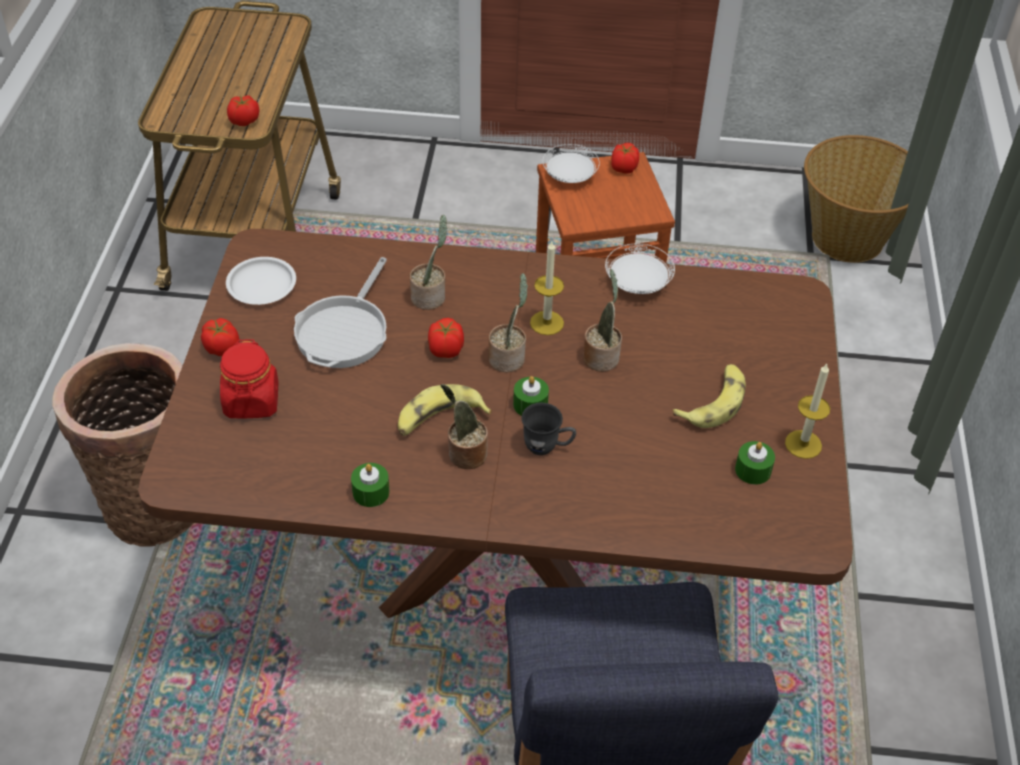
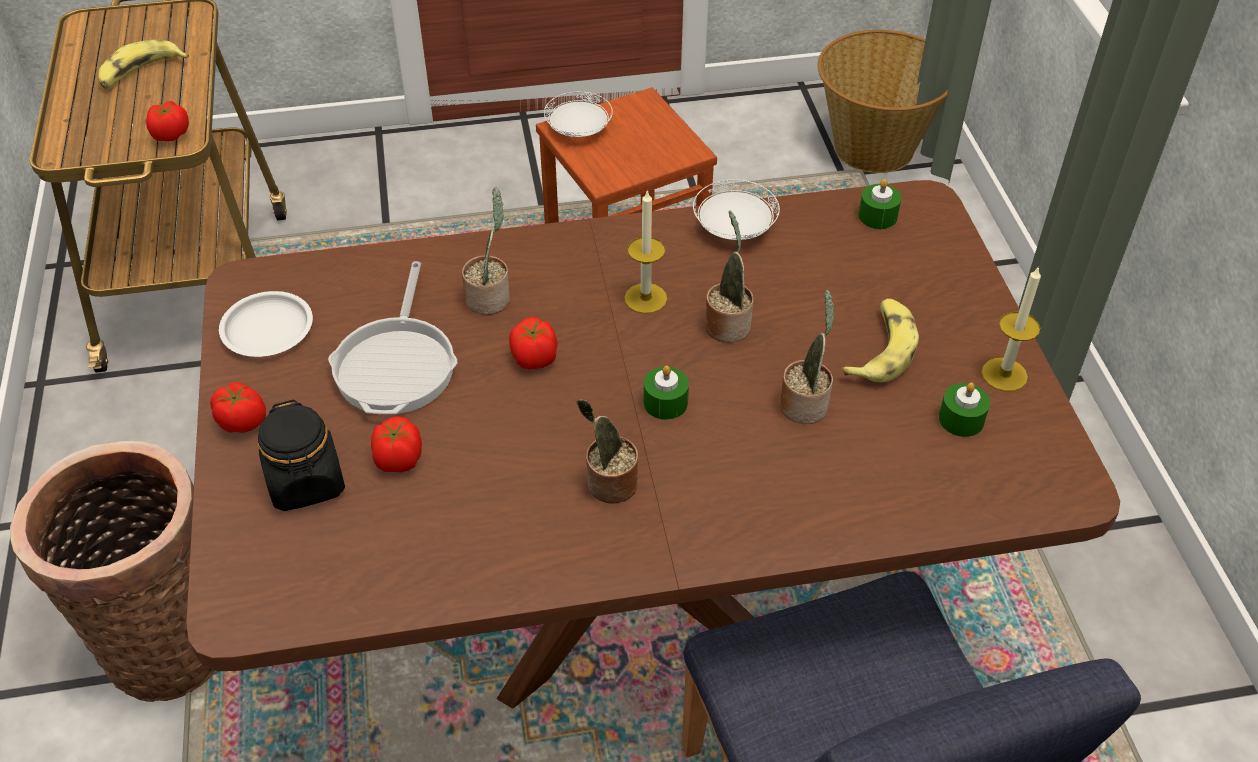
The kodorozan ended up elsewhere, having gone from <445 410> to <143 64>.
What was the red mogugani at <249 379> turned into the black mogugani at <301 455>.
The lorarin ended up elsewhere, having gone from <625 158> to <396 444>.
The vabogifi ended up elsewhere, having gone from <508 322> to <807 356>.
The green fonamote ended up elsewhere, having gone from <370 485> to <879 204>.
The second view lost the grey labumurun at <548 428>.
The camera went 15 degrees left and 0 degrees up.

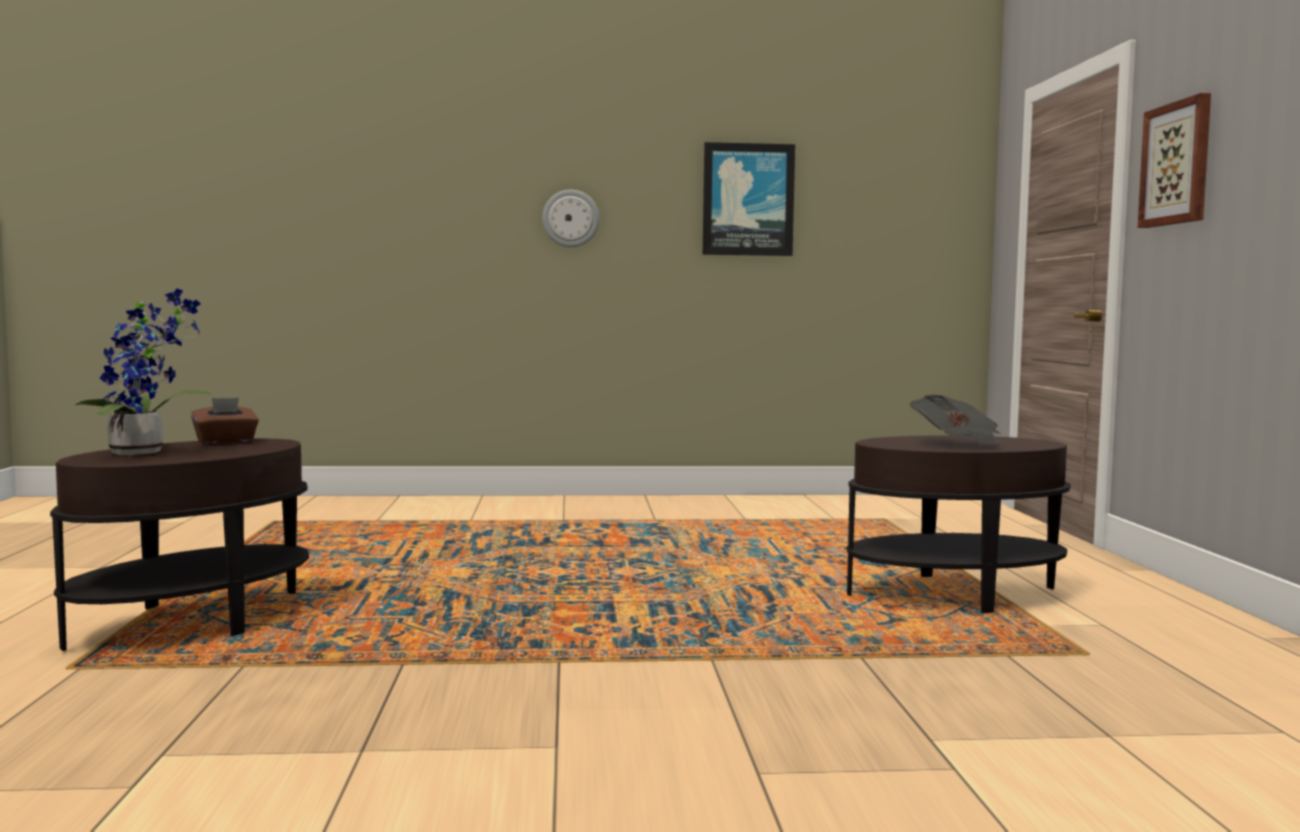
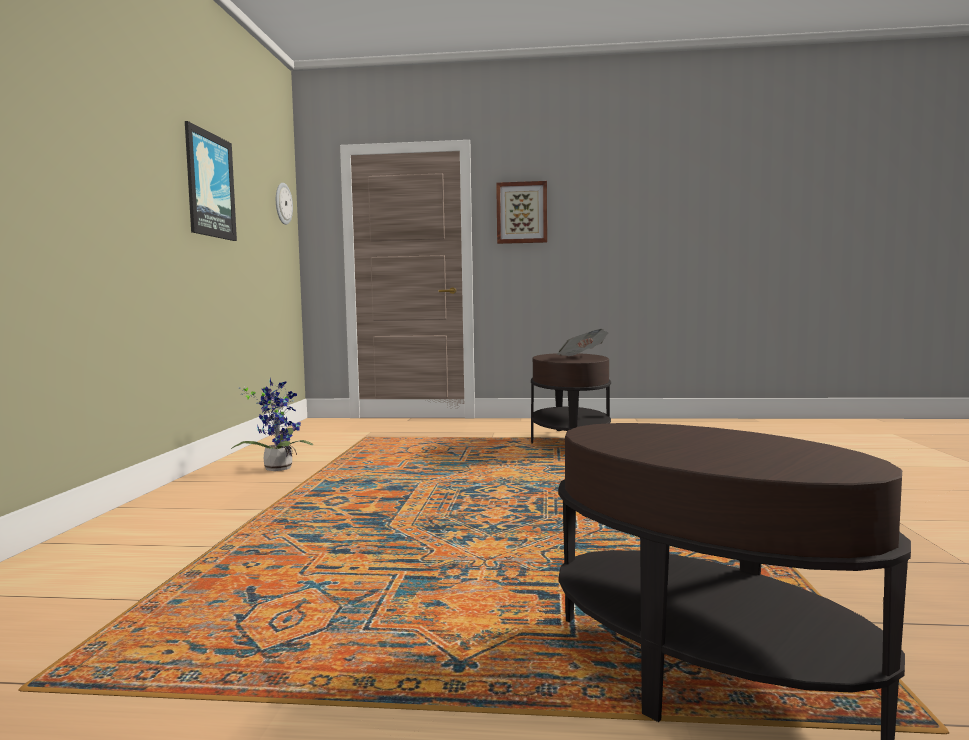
The vabogifi ended up elsewhere, having gone from <144 372> to <272 424>.
The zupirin ended up elsewhere, having gone from <570 218> to <284 204>.
The second view lost the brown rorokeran at <225 421>.
The camera went 80 degrees left and 0 degrees up.

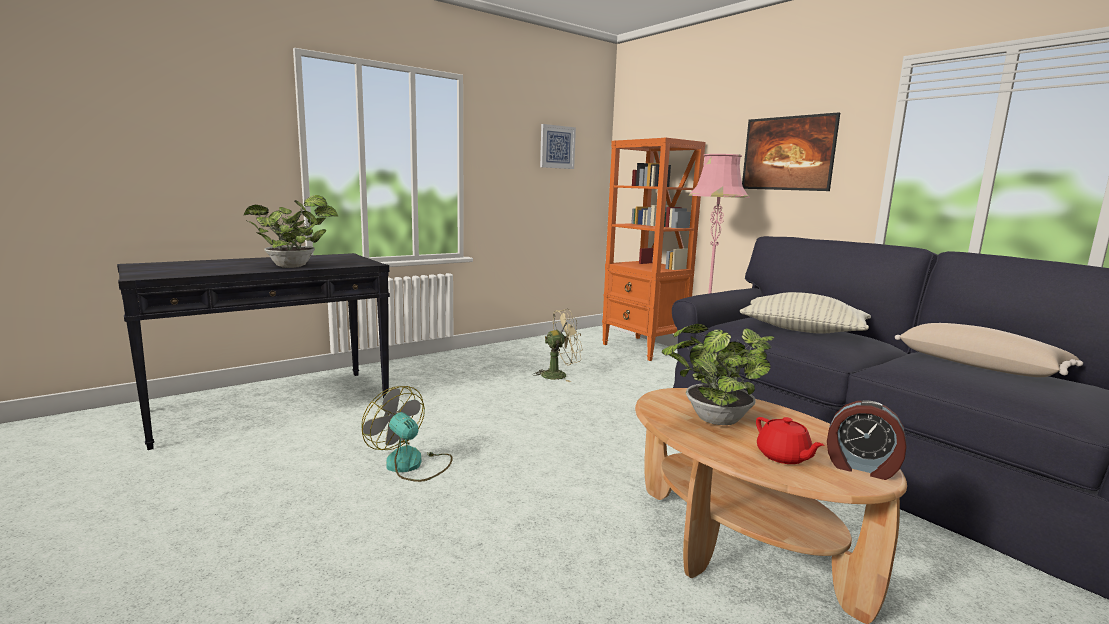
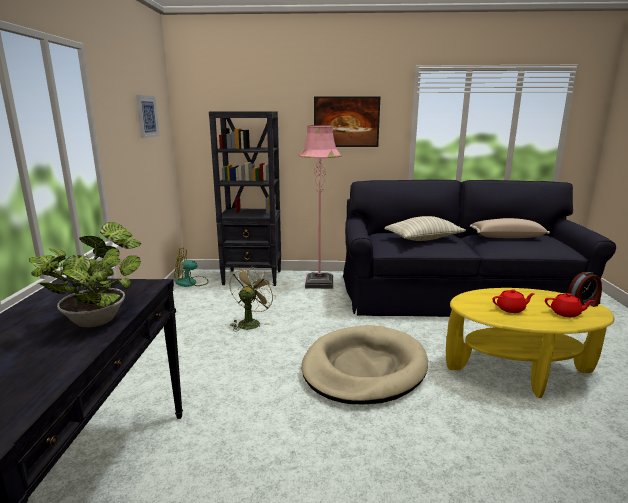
The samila ended up elsewhere, having gone from <407 434> to <191 267>.
What was the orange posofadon at <654 249> turned into the black posofadon at <245 198>.
The second view gained the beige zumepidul at <365 364>.
What was the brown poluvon at <771 506> turned into the yellow poluvon at <530 343>.
Where the vabogifi stood at <718 374>, the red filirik came to stand at <513 301>.
The camera went 50 degrees left and 5 degrees up.

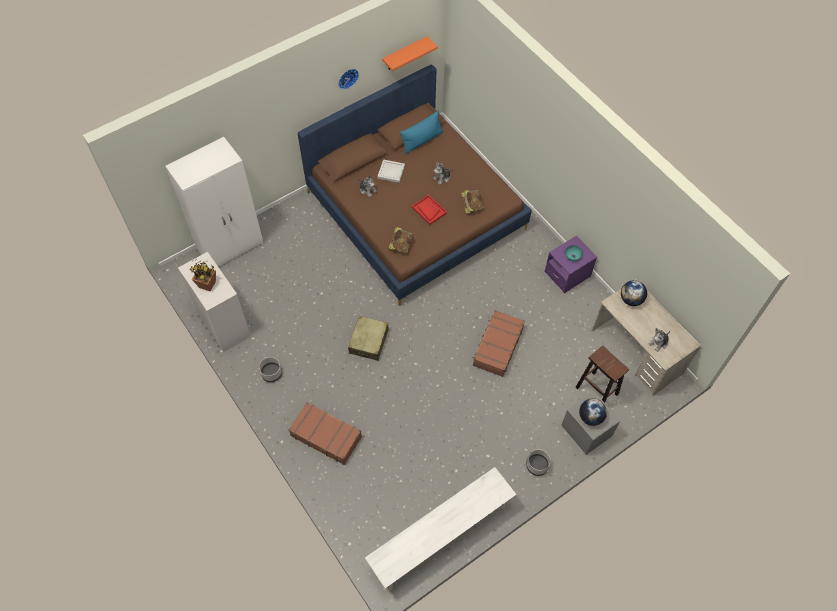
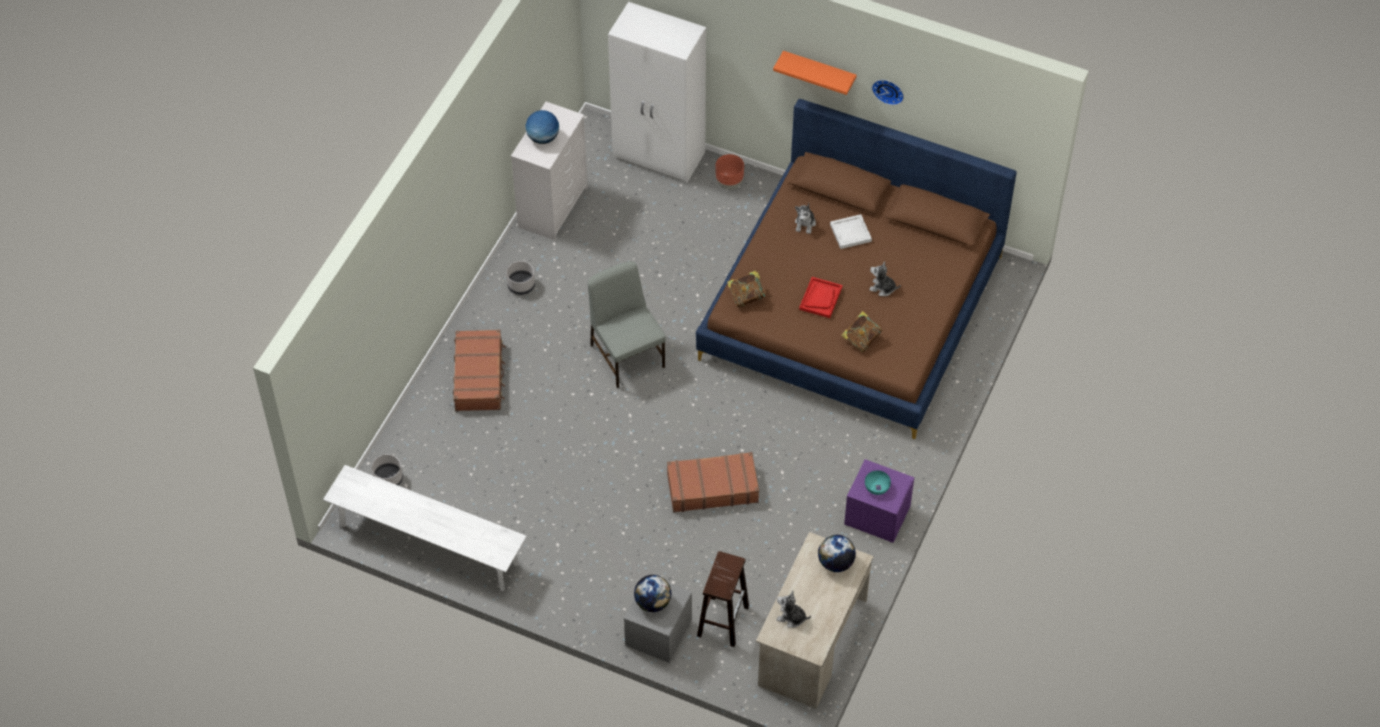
The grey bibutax ended up elsewhere, having gone from <539 462> to <387 470>.
Where the vabogifi stood at <203 275>, the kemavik came to stand at <542 127>.
Where the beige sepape stood at <368 338>, the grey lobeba came to stand at <627 324>.
The second view gained the brown bibutax at <730 172>.
The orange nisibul ended up elsewhere, having gone from <410 53> to <815 73>.
The second view lost the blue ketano at <421 132>.
The camera went 60 degrees right and 5 degrees down.

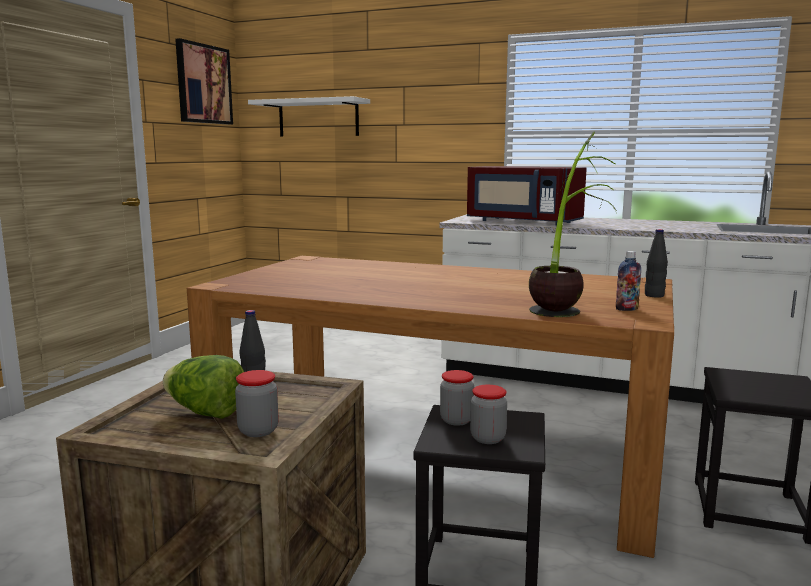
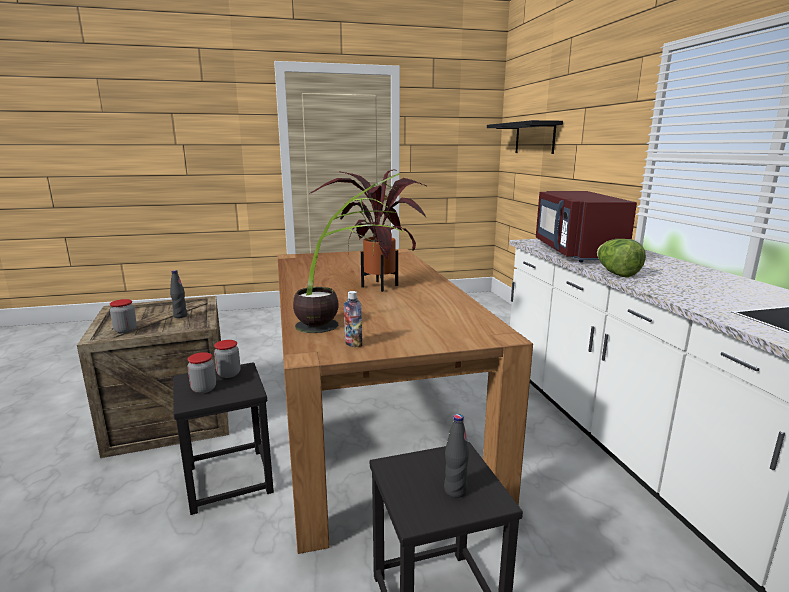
The second view gained the vabogifi at <368 231>.
The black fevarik ended up elsewhere, having gone from <656 263> to <456 456>.
What was the white nisibul at <309 116> turned into the black nisibul at <525 137>.
The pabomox ended up elsewhere, having gone from <203 387> to <621 258>.
The second view lost the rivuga at <204 81>.
The camera went 55 degrees right and 5 degrees up.

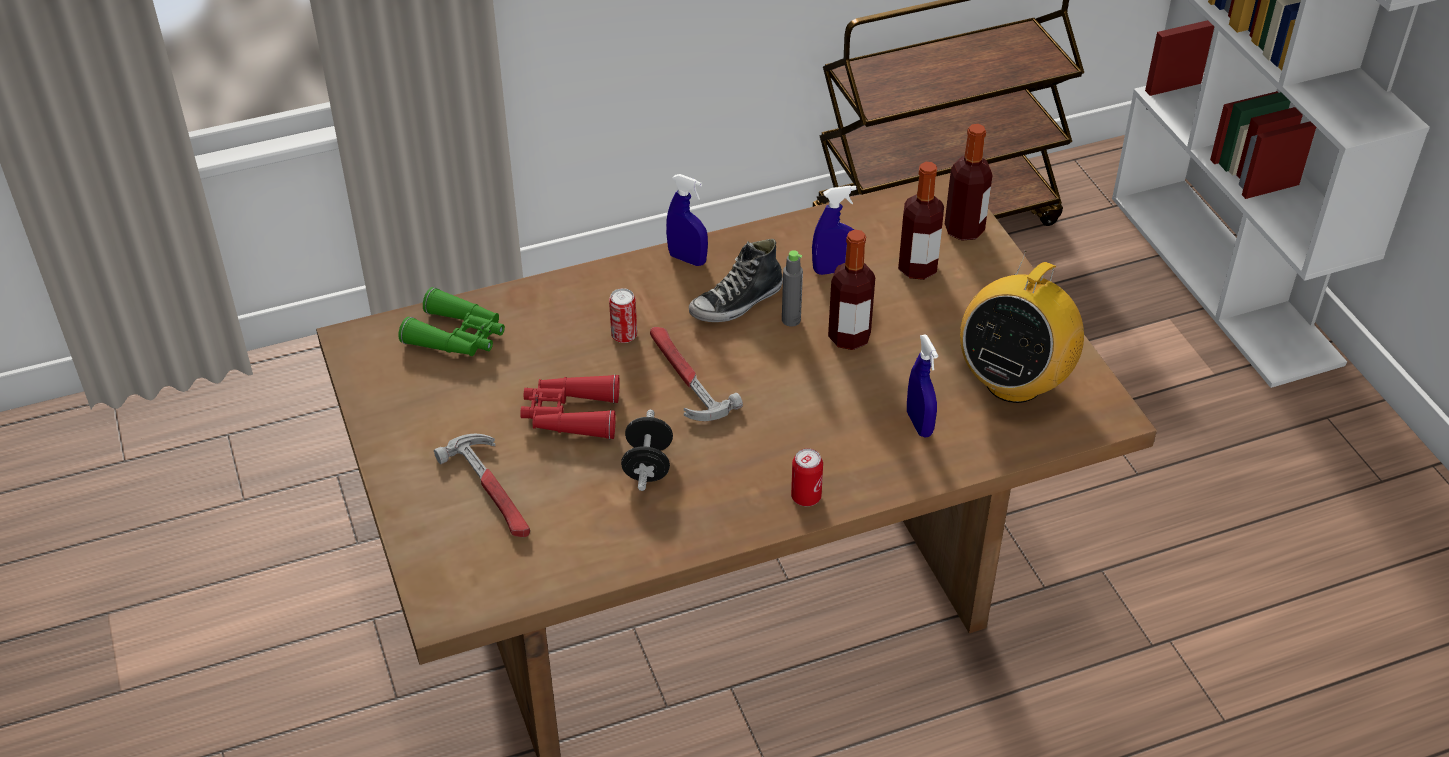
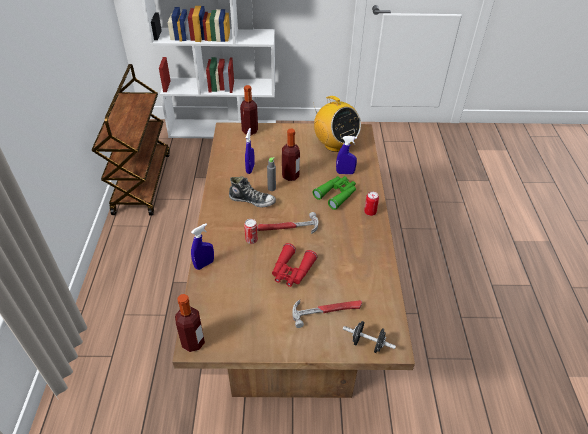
The fevarik ended up elsewhere, having gone from <921 221> to <190 323>.
The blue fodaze ended up elsewhere, having gone from <687 220> to <202 246>.
The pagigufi at <736 280> ended up facing another way, 60 degrees counterclockwise from before.
The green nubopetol ended up elsewhere, having gone from <451 321> to <334 193>.
The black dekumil ended up elsewhere, having gone from <647 450> to <369 337>.
The camera went 70 degrees left and 0 degrees up.

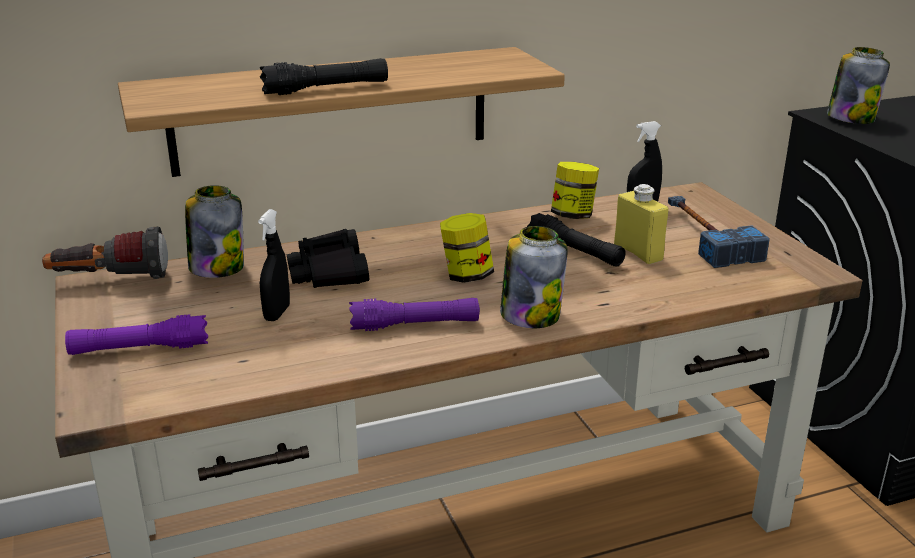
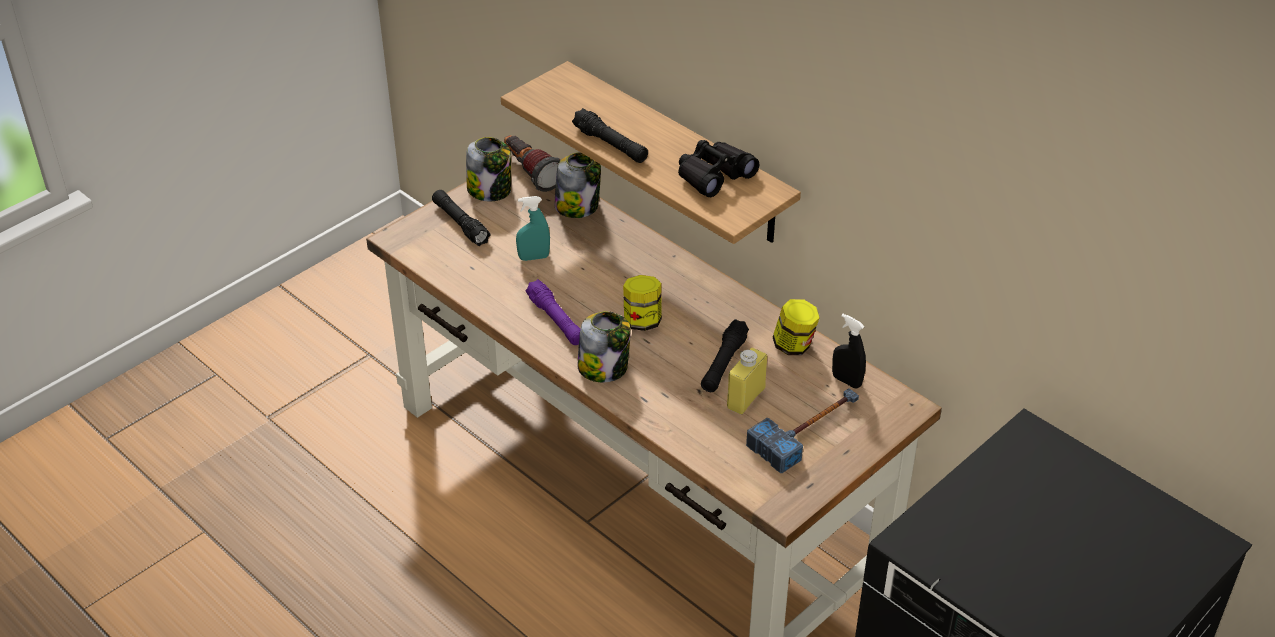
What was the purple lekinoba at <136 334> turned into the black lekinoba at <461 218>.
The mogugani ended up elsewhere, having gone from <858 85> to <488 169>.
What was the black fodaze at <274 265> turned into the turquoise fodaze at <533 228>.
The black nubopetol ended up elsewhere, having gone from <328 258> to <718 168>.
The camera went 65 degrees right and 15 degrees up.

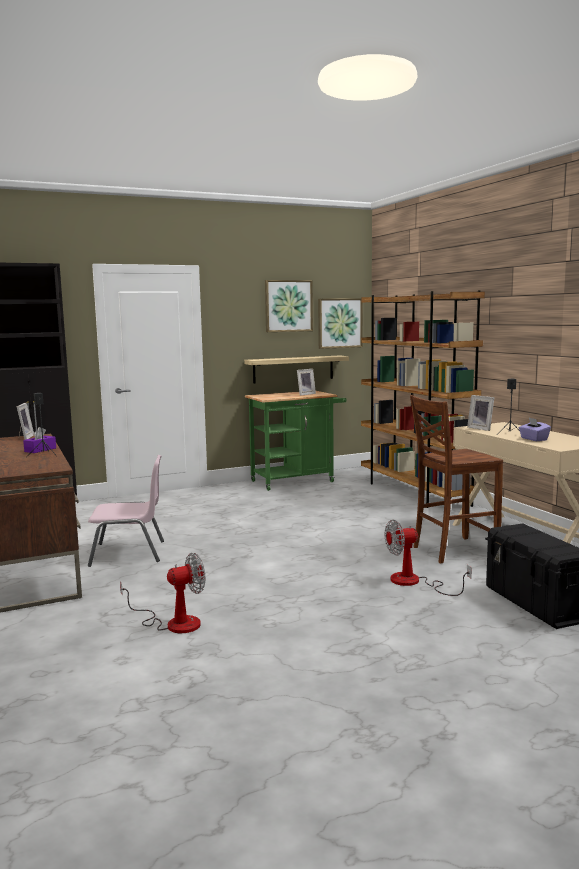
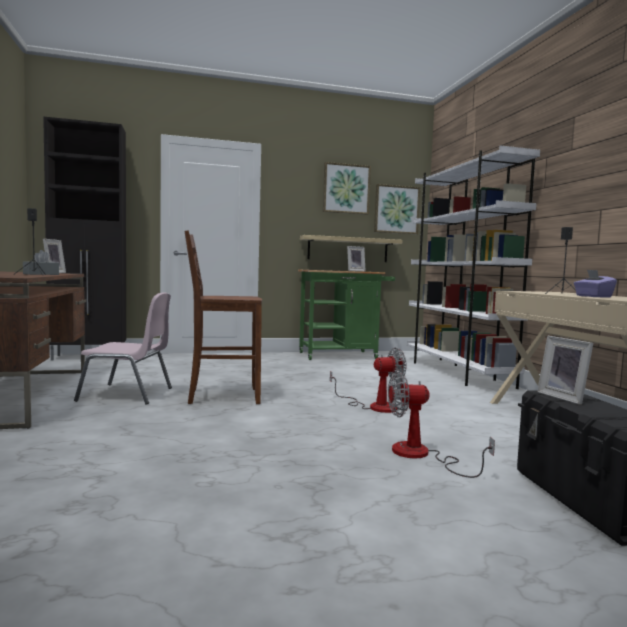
What was the purple rorokeran at <39 440> turned into the grey rorokeran at <41 262>.
The brown lobeba ended up elsewhere, having gone from <456 479> to <223 317>.
The samila ended up elsewhere, having gone from <162 593> to <368 380>.
What was the brown posofadon at <423 399> turned into the white posofadon at <473 267>.
The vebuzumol ended up elsewhere, having gone from <480 413> to <565 370>.
The camera went 10 degrees right and 5 degrees down.

